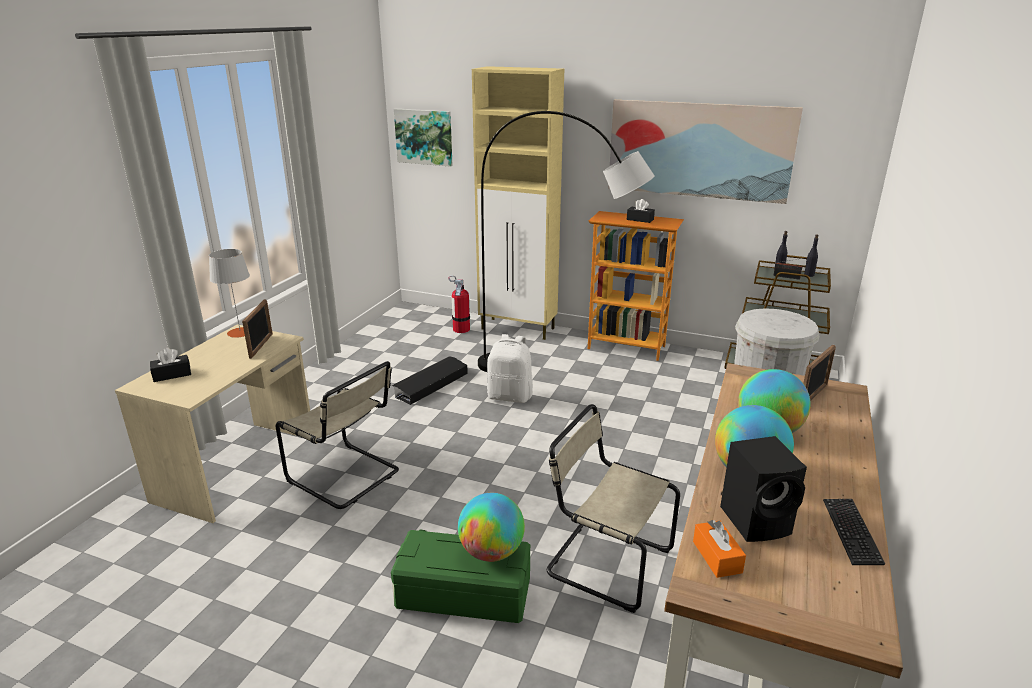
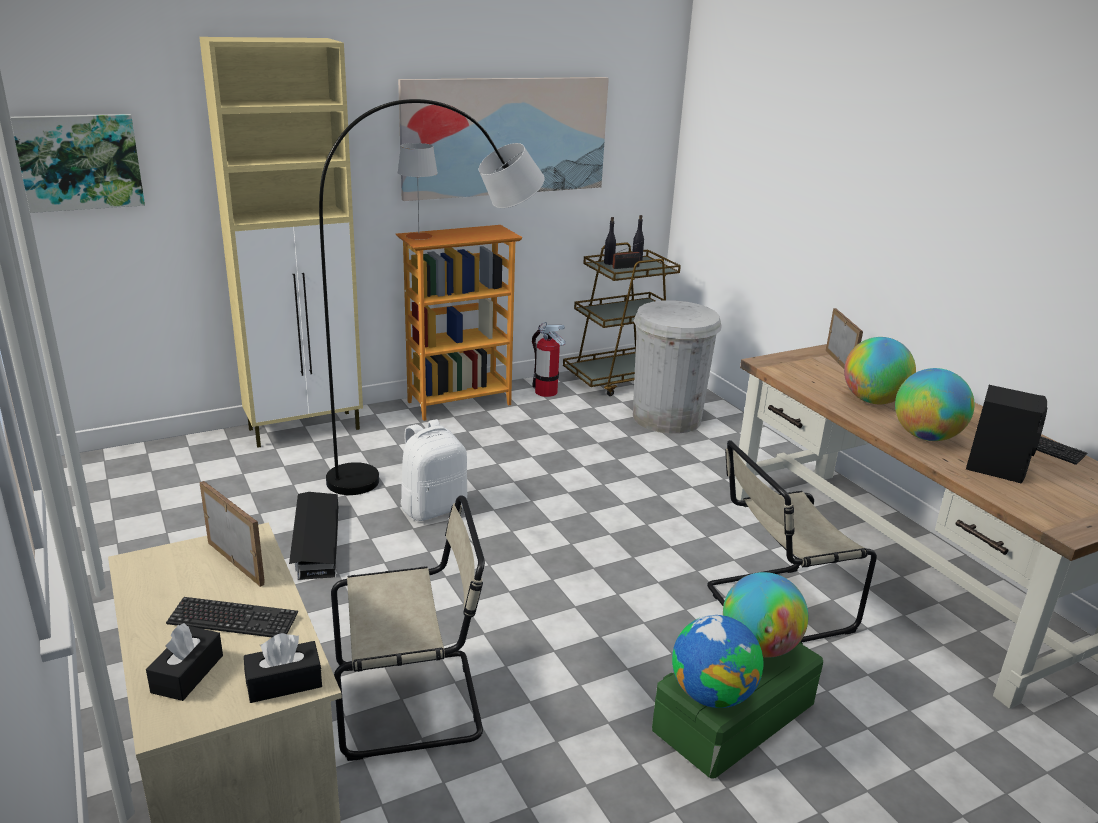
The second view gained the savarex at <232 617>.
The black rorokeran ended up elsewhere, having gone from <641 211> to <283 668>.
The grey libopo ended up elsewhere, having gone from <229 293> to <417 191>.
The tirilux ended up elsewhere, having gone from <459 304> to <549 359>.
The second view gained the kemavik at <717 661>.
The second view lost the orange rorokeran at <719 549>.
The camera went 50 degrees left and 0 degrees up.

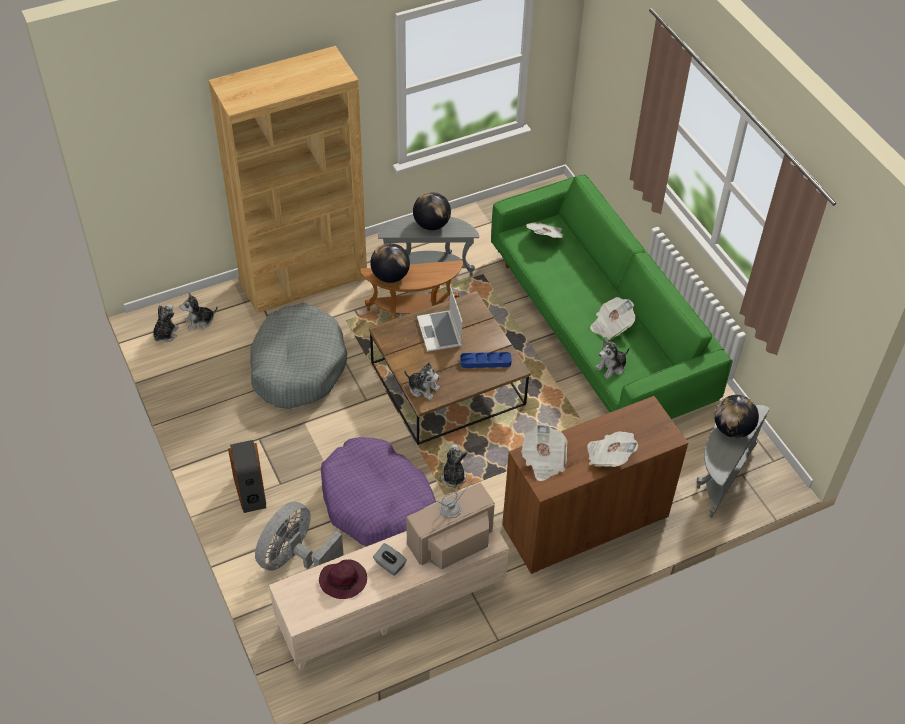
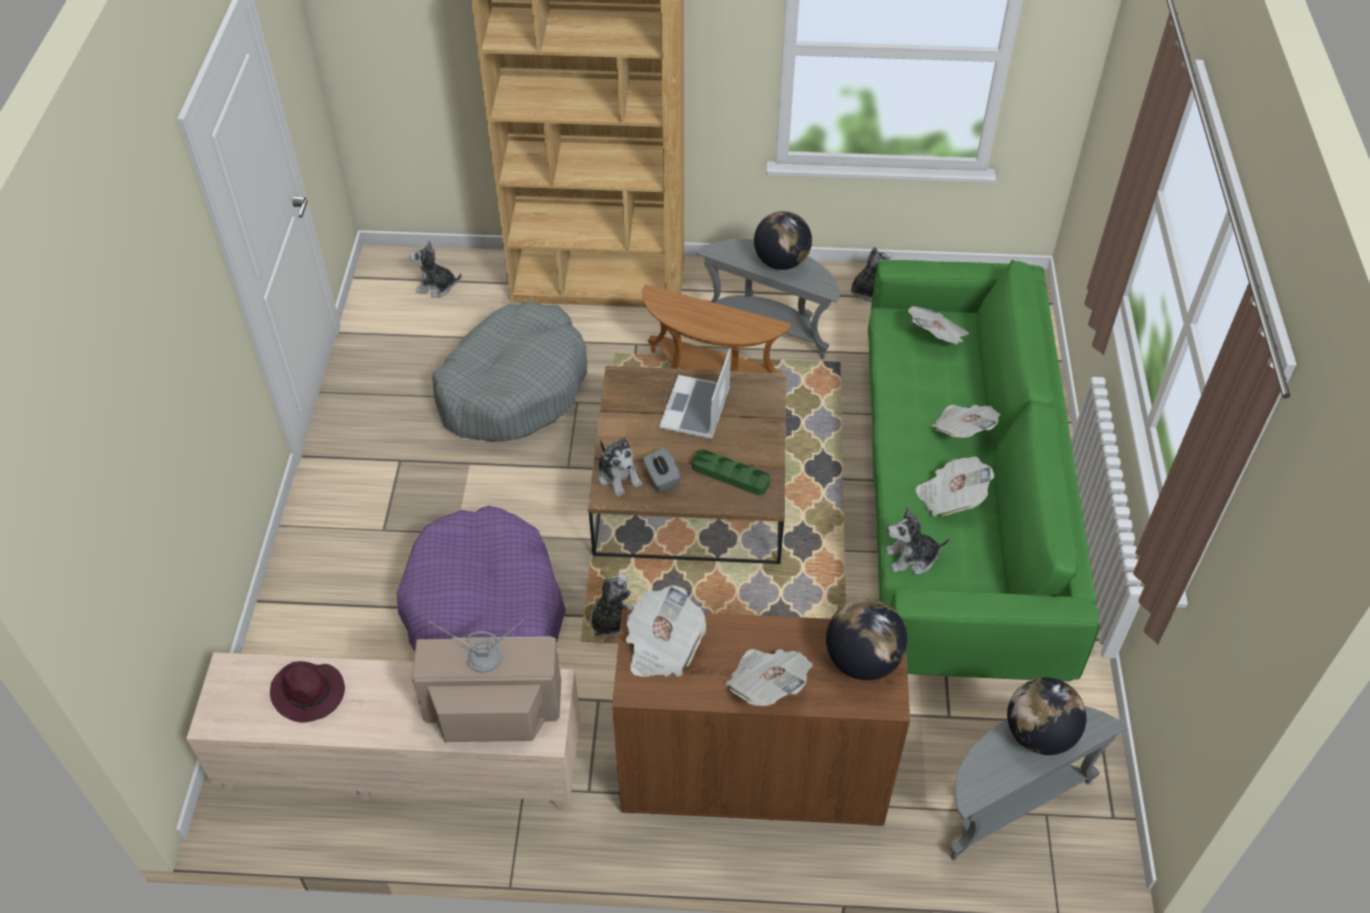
The grey rorokeran ended up elsewhere, having gone from <390 559> to <662 469>.
What was the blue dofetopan at <486 360> turned into the green dofetopan at <731 472>.
The kemavik ended up elsewhere, having gone from <390 263> to <867 639>.
The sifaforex ended up elsewhere, having gone from <166 323> to <871 274>.
The second view gained the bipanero at <966 421>.
The second view lost the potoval at <247 476>.
The second view lost the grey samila at <299 536>.
The camera went 30 degrees right and 0 degrees up.

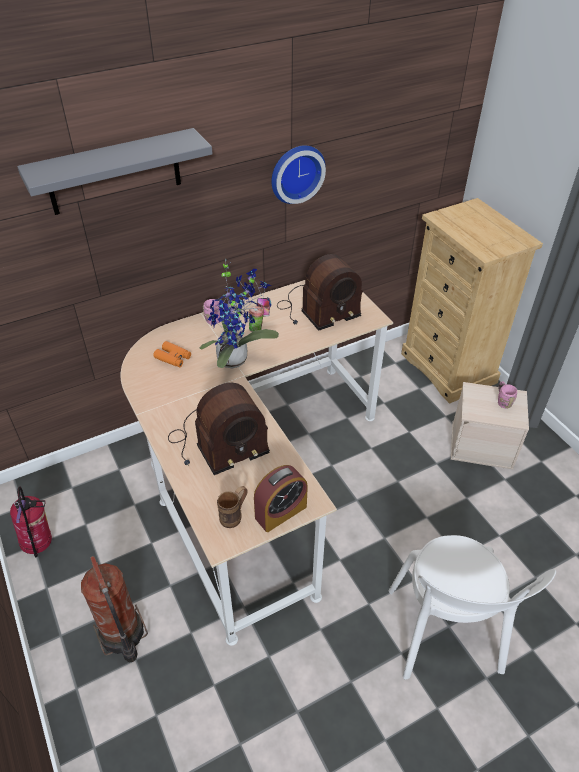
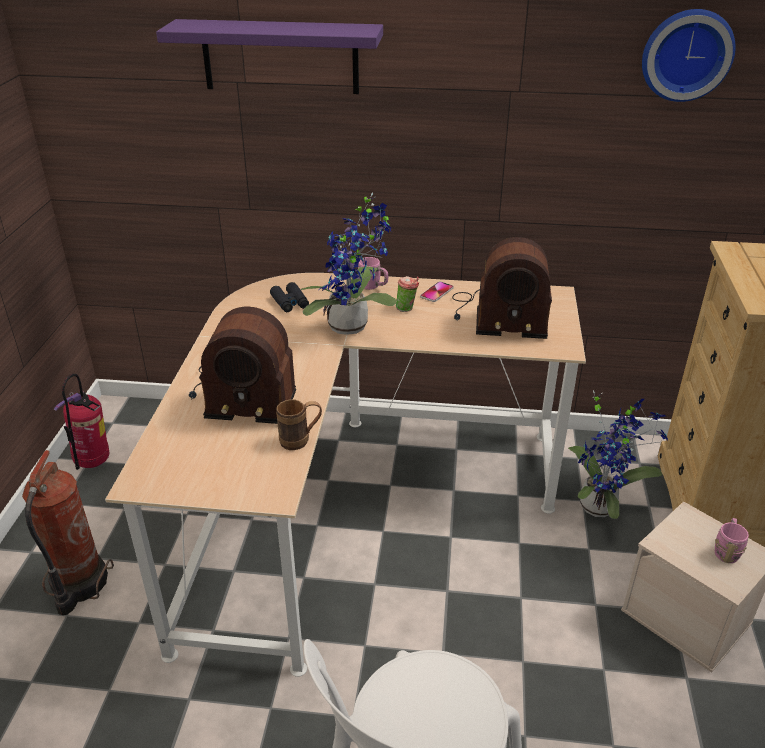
What was the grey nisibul at <114 171> turned into the purple nisibul at <269 56>.
What was the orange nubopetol at <172 354> turned into the black nubopetol at <289 297>.
The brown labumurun ended up elsewhere, having gone from <232 507> to <299 424>.
The second view gained the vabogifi at <618 454>.
The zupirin ended up elsewhere, having gone from <298 174> to <689 55>.
The second view lost the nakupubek at <281 498>.
The camera went 35 degrees right and 10 degrees down.

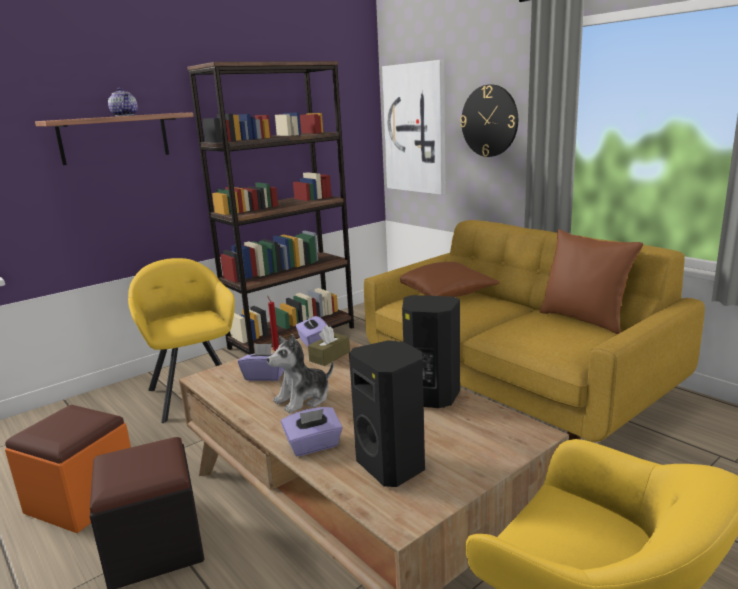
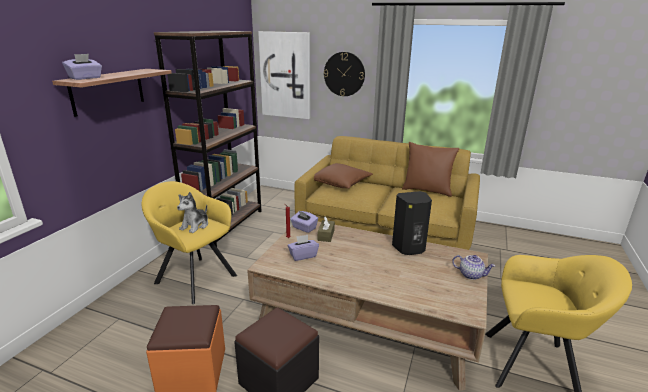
The purple rorokeran ended up elsewhere, having gone from <312 431> to <82 67>.
The sifaforex ended up elsewhere, having gone from <300 373> to <192 212>.
The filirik ended up elsewhere, having gone from <123 101> to <473 267>.
The second view lost the black potoval at <387 413>.
The camera went 30 degrees left and 5 degrees up.

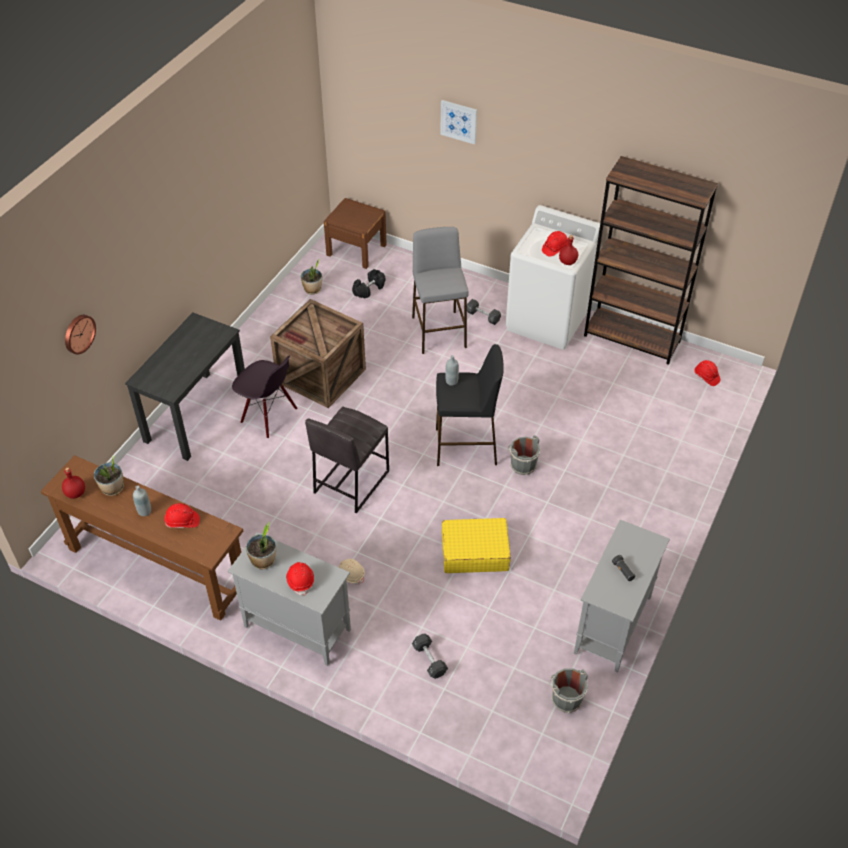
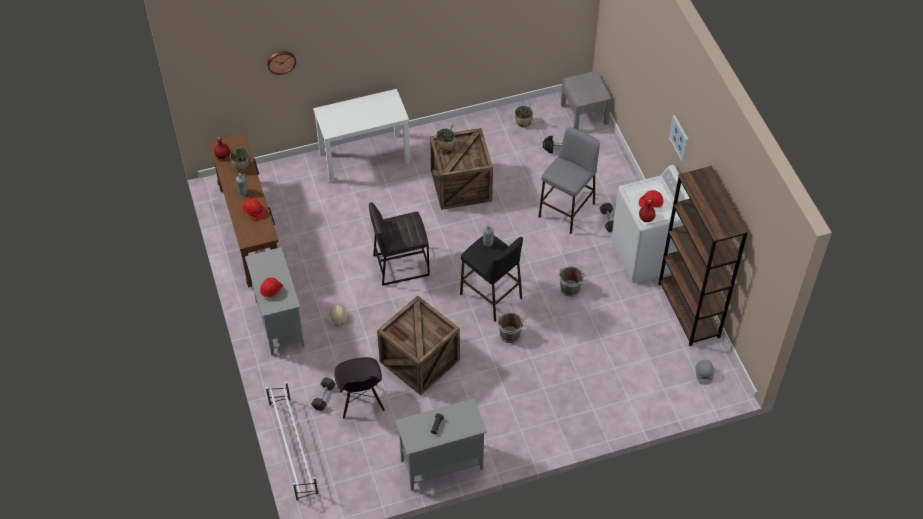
The second view gained the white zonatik at <292 441>.
What was the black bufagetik at <185 386> turned into the white bufagetik at <361 135>.
The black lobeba ended up elsewhere, having gone from <264 397> to <359 388>.
Where the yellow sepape stood at <476 545>, the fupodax came to stand at <418 345>.
The vabogifi ended up elsewhere, having gone from <261 545> to <445 138>.
The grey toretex ended up elsewhere, having gone from <568 690> to <572 281>.
What was the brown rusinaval at <355 233> turned into the grey rusinaval at <586 100>.
The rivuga ended up elsewhere, having gone from <458 122> to <679 138>.
What was the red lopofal at <707 373> turned into the grey lopofal at <704 372>.
The camera went 45 degrees right and 5 degrees up.

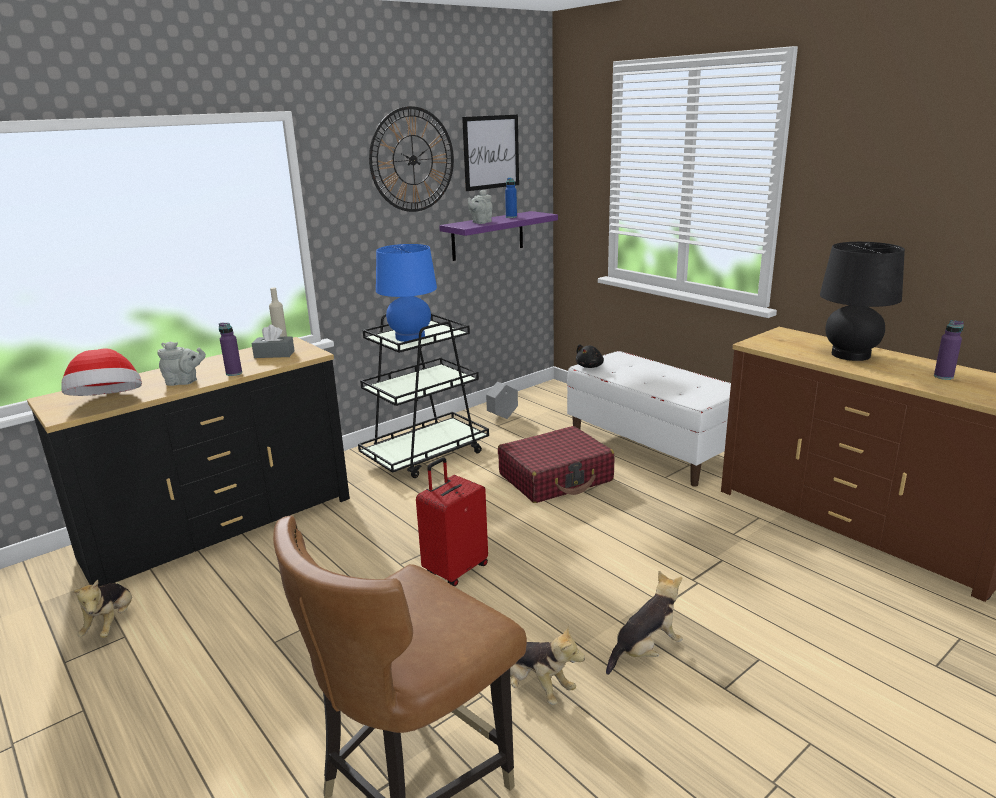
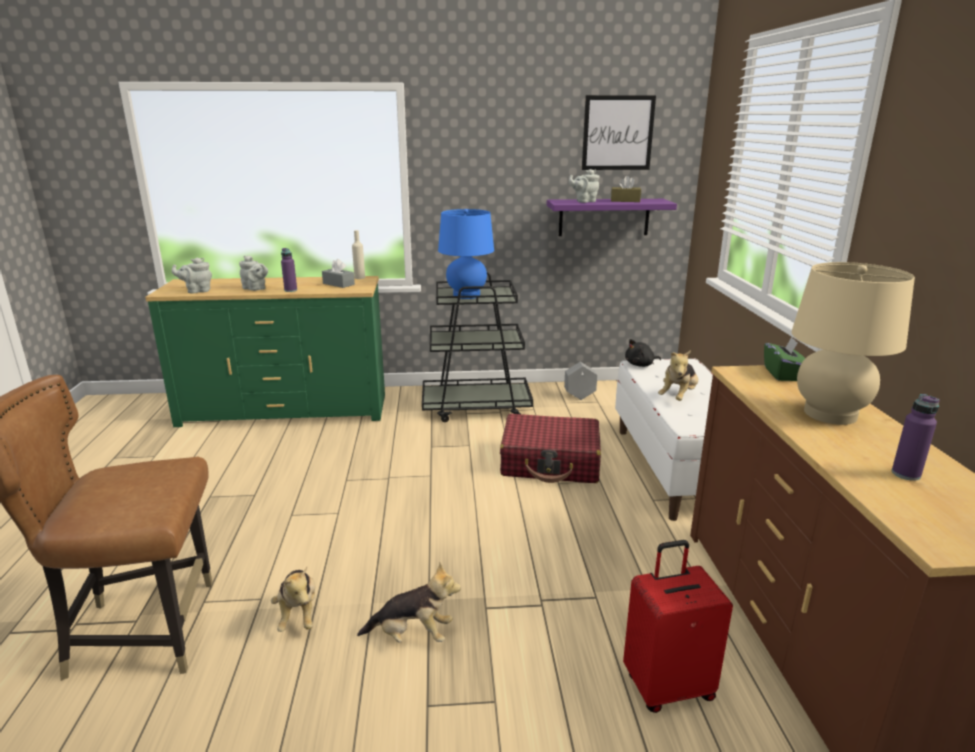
What was the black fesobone at <188 461> turned into the green fesobone at <265 351>.
Where the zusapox stood at <101 372>, the grey filirik came to stand at <192 275>.
Where the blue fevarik stood at <511 198>, the brown rorokeran came to stand at <626 189>.
The red sepape ended up elsewhere, having gone from <452 521> to <678 626>.
The sifaforex ended up elsewhere, having gone from <102 609> to <678 375>.
The second view gained the green rorokeran at <784 359>.
What was the black libopo at <862 301> turned into the beige libopo at <853 343>.
The second view lost the zupirin at <411 159>.
The camera went 35 degrees right and 0 degrees up.

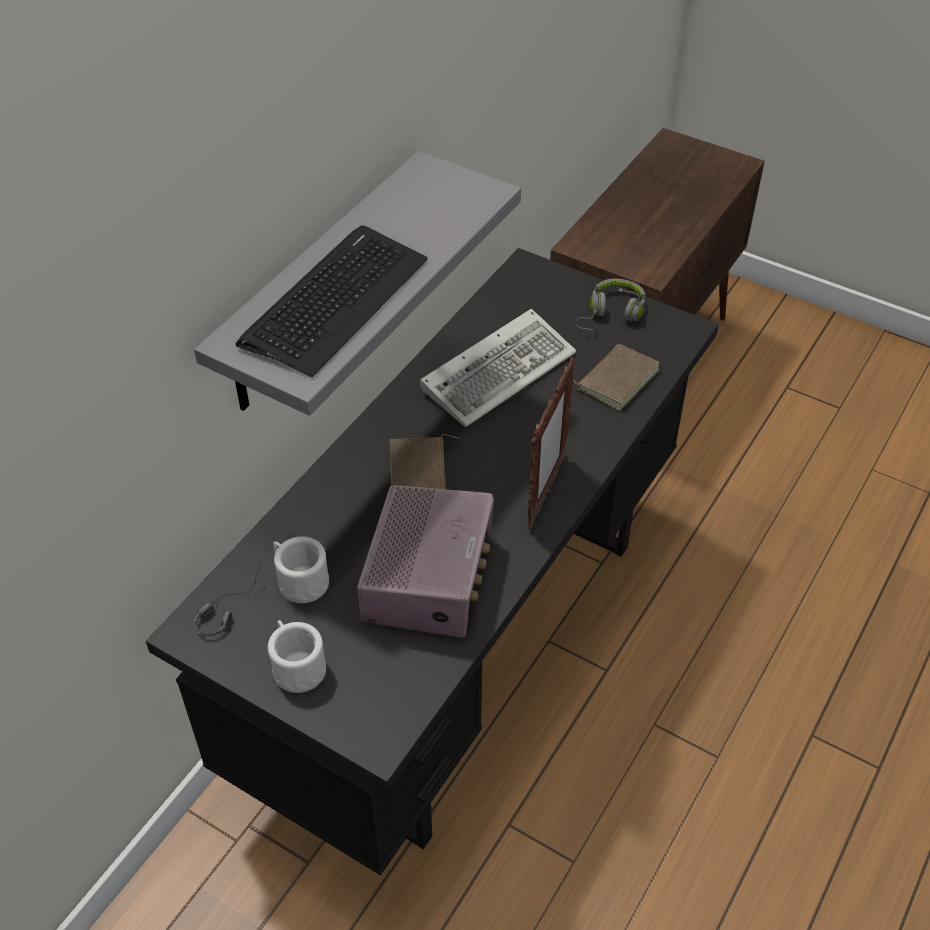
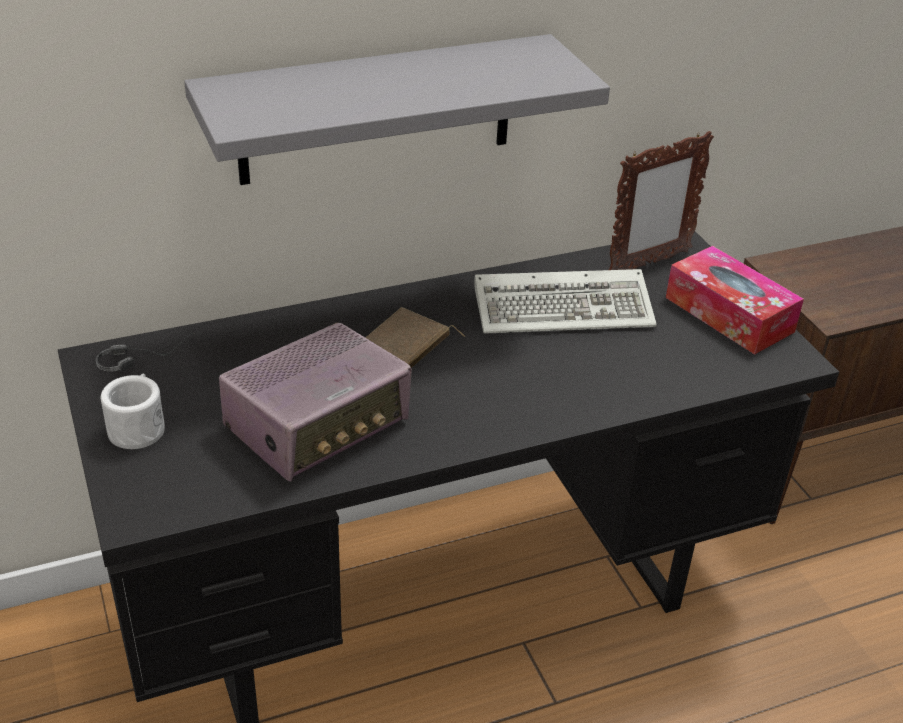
The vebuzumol ended up elsewhere, having gone from <551 443> to <661 200>.
Where the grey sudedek stood at <610 304>, the rorokeran came to stand at <735 300>.
The second view lost the savarex at <332 301>.
The second view lost the white labumurun at <301 569>.
The second view lost the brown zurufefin at <616 377>.
The camera went 35 degrees right and 10 degrees down.

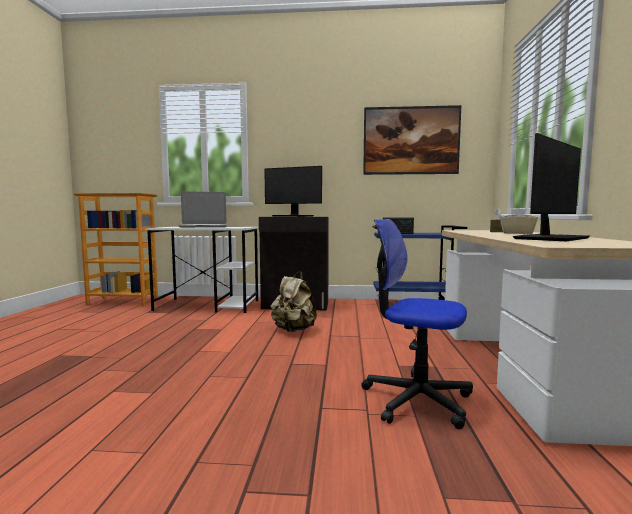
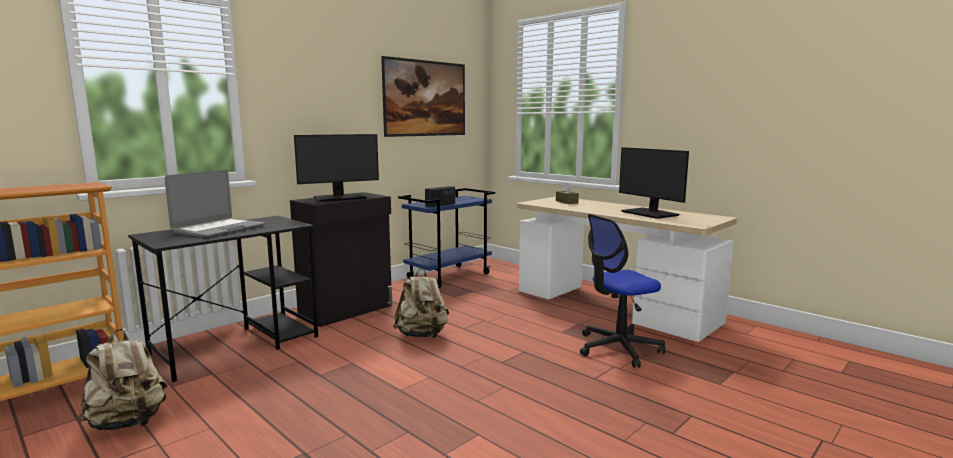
The second view gained the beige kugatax at <122 379>.
What was the white bufagetik at <202 270> turned into the black bufagetik at <223 299>.
The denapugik at <551 187> ended up facing another way, 150 degrees clockwise from before.
The second view lost the beige rorokeran at <519 221>.
The camera went 50 degrees left and 5 degrees up.

